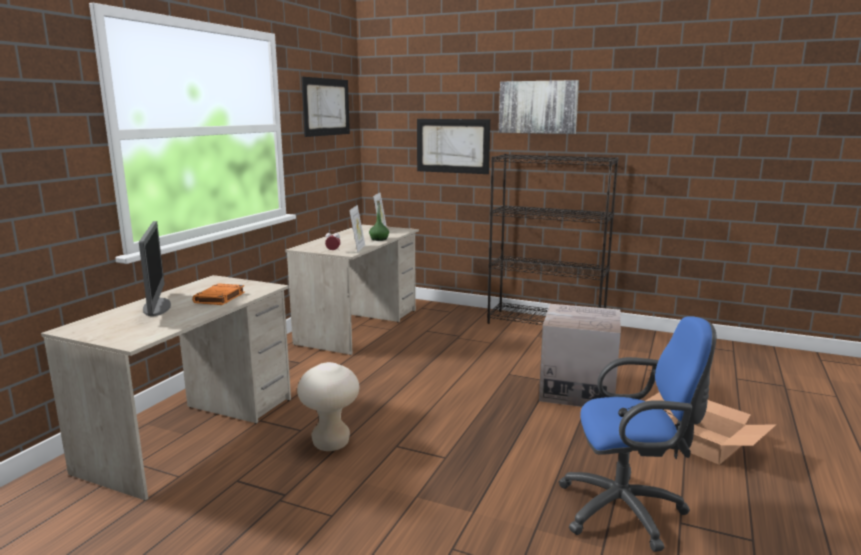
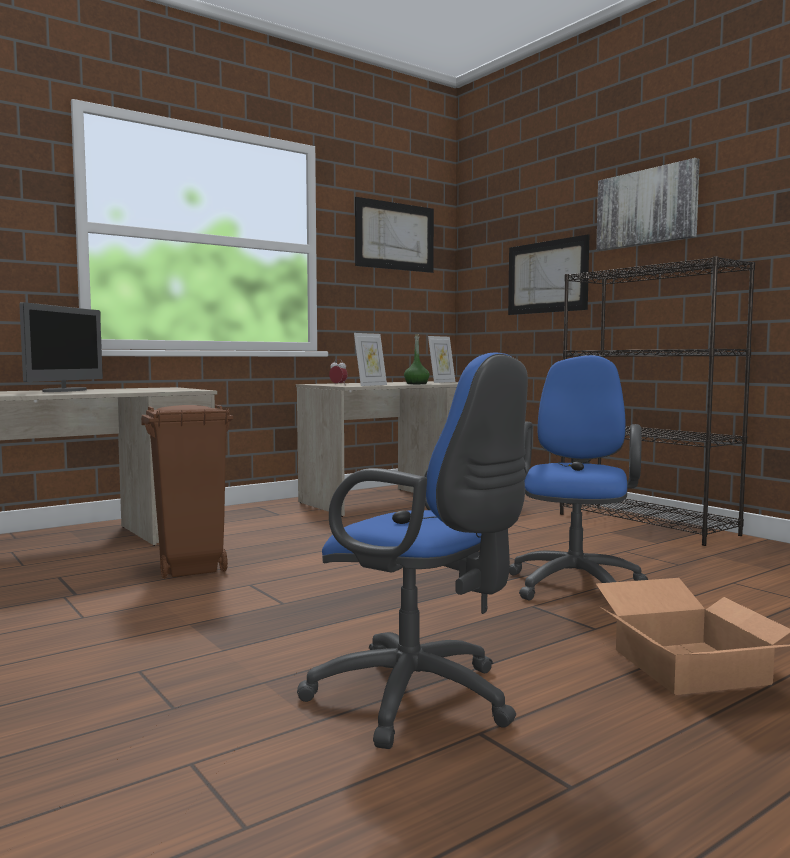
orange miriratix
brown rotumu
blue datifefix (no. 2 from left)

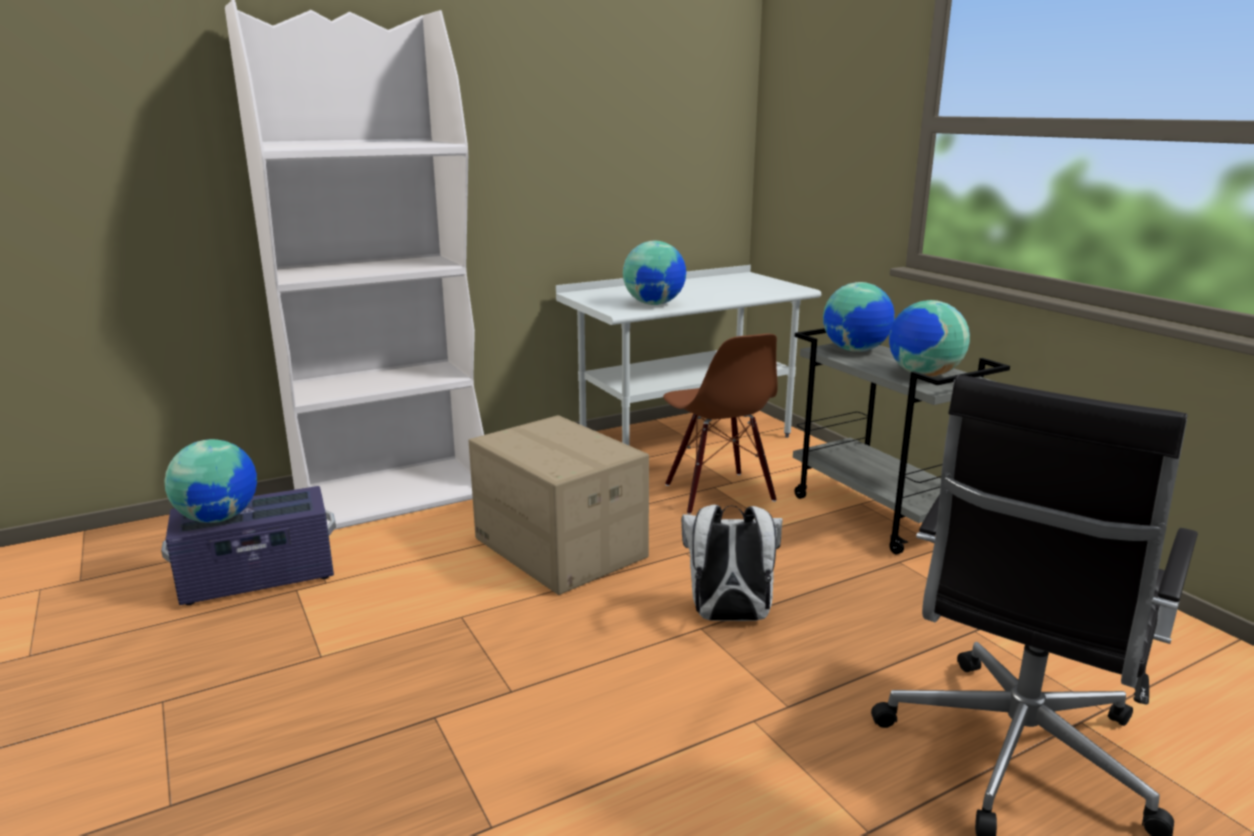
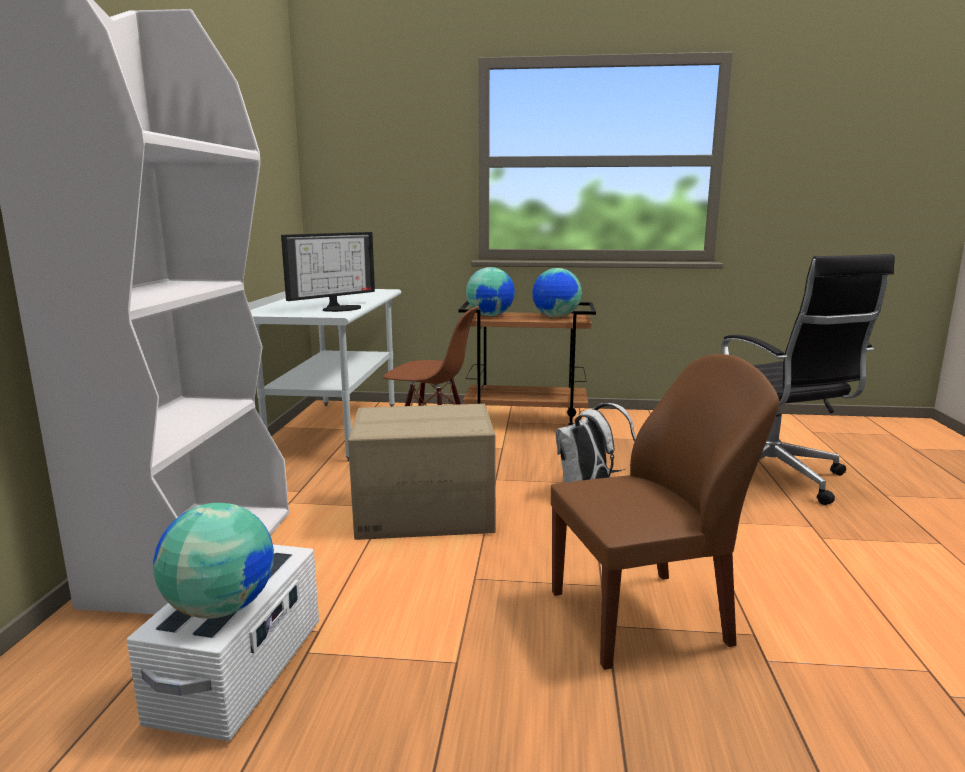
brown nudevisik (no. 2 from left)
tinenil
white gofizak
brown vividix

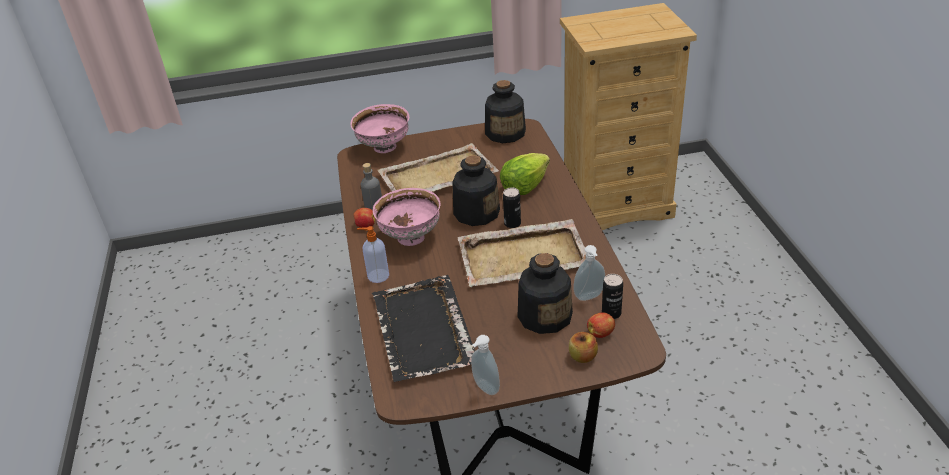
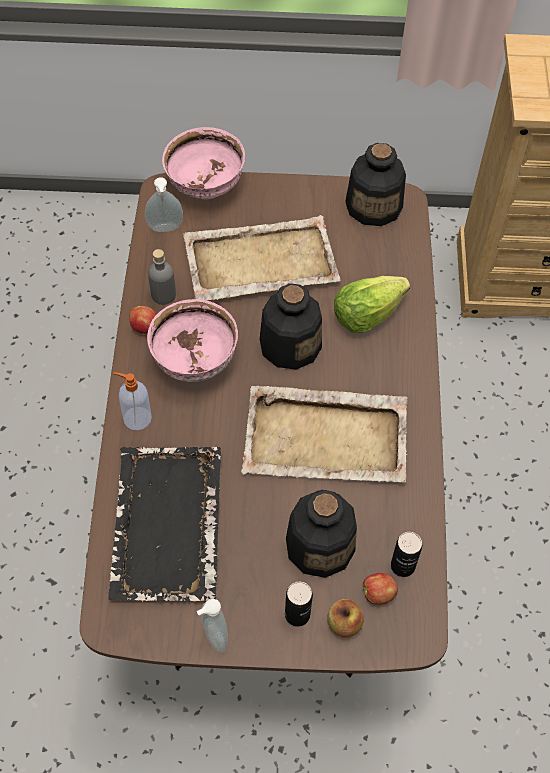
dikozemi (no. 1 from left)
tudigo (no. 2 from left)

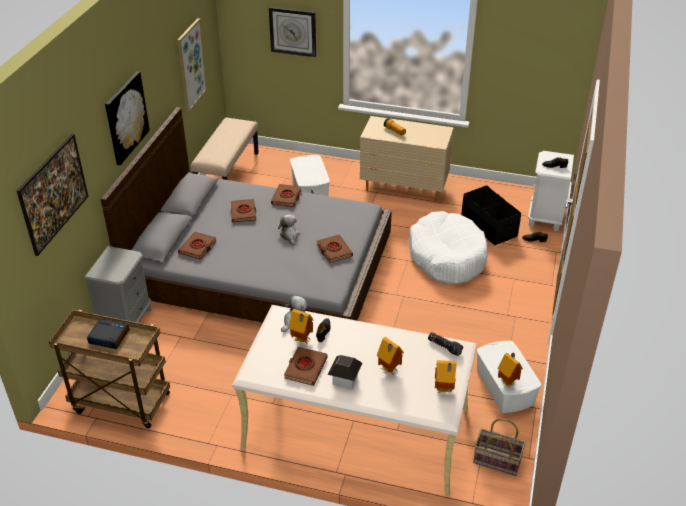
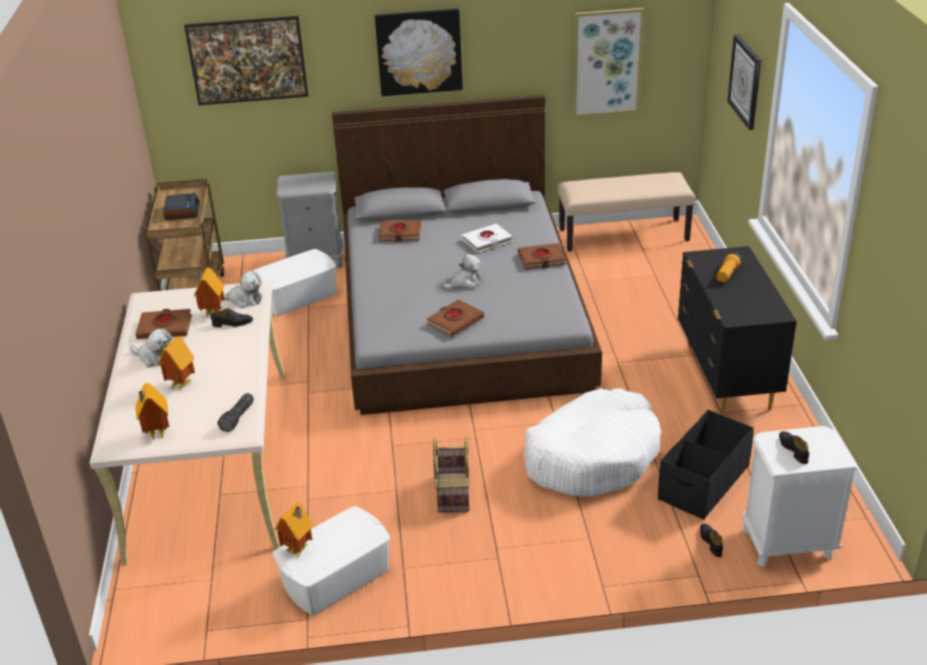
white gofizak (no. 1 from left)
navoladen
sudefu (no. 1 from left)
white miriratix
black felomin

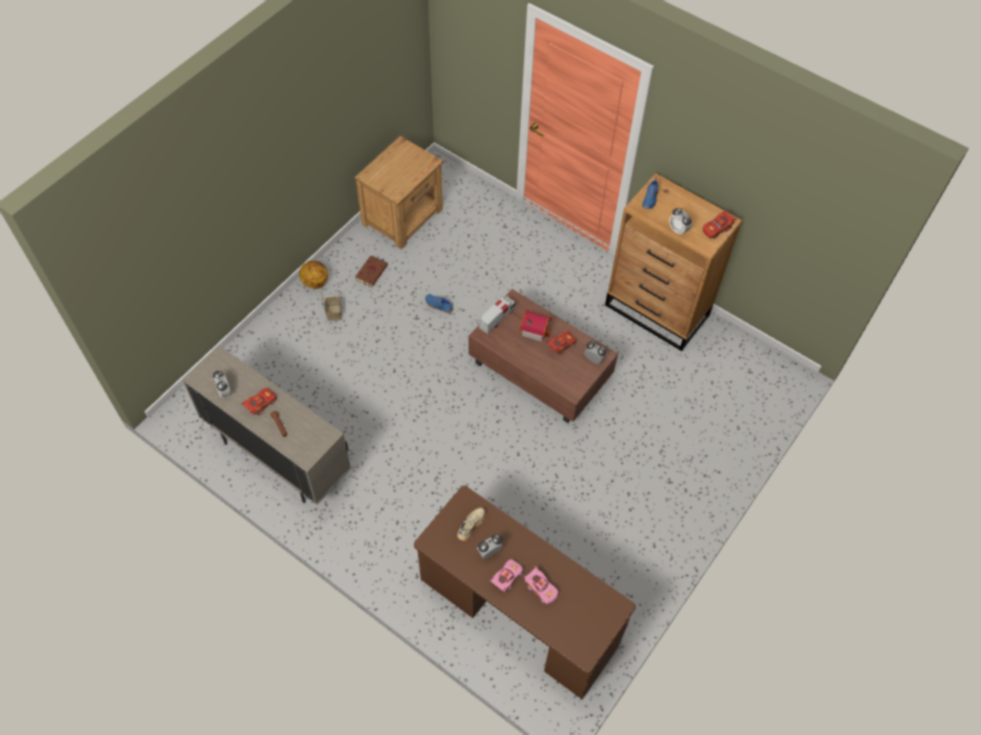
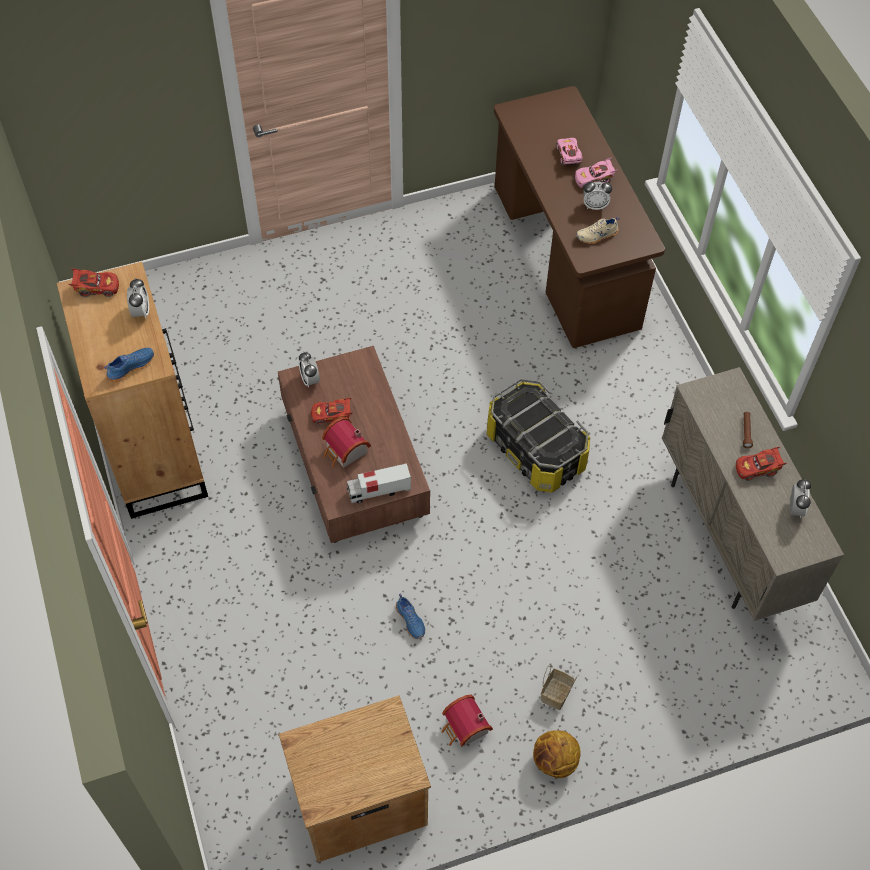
gofizak
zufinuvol (no. 2 from left)

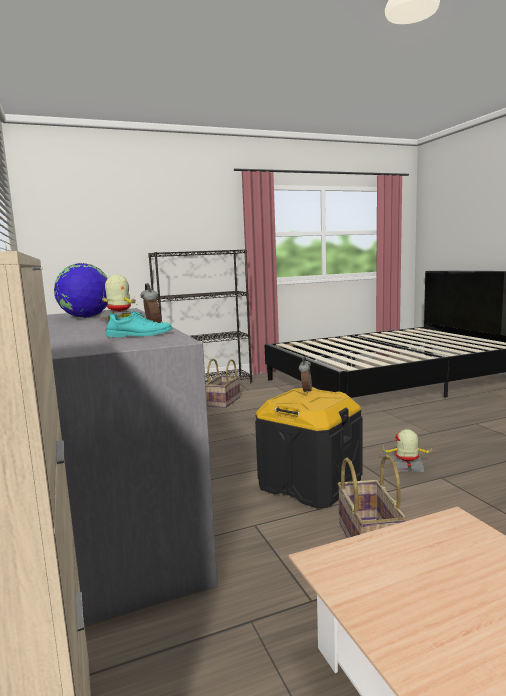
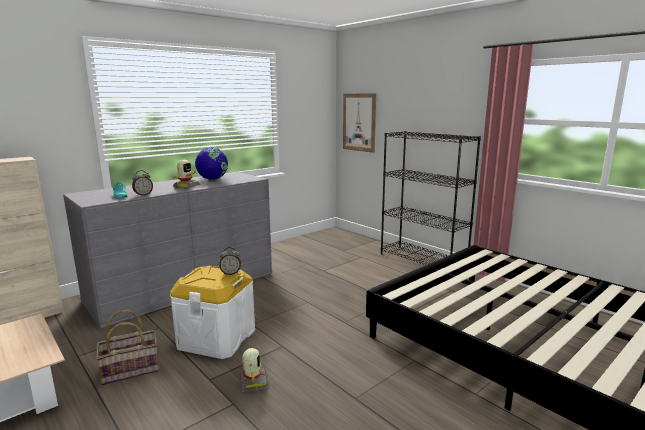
navoladen (no. 1 from left in the first image)
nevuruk
white gofizak

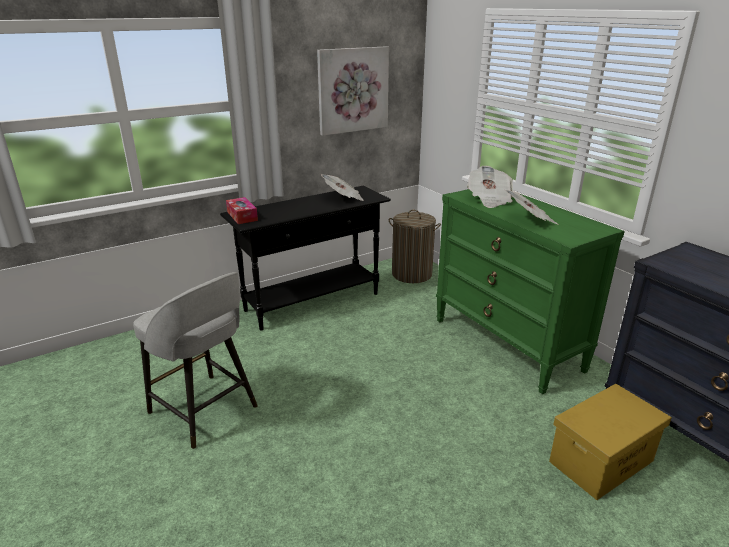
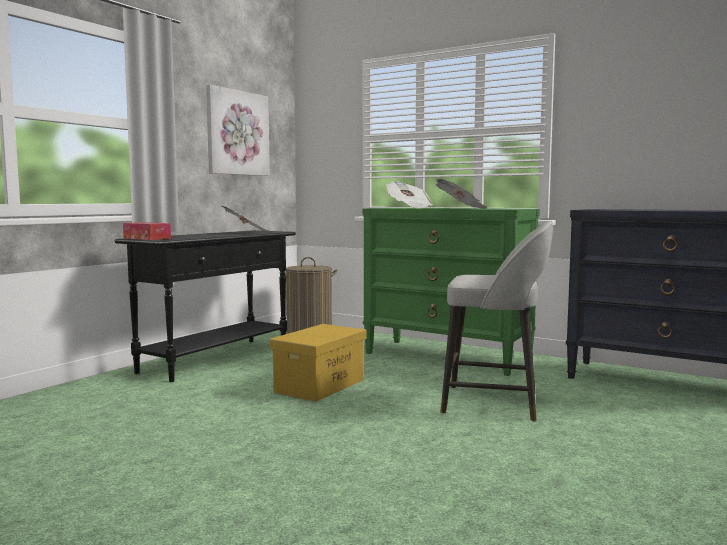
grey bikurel
yellow gofizak

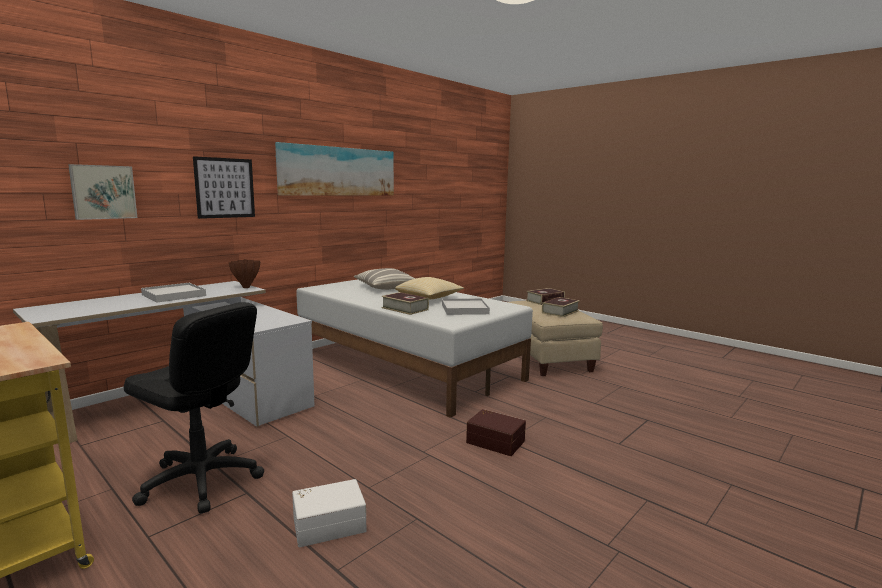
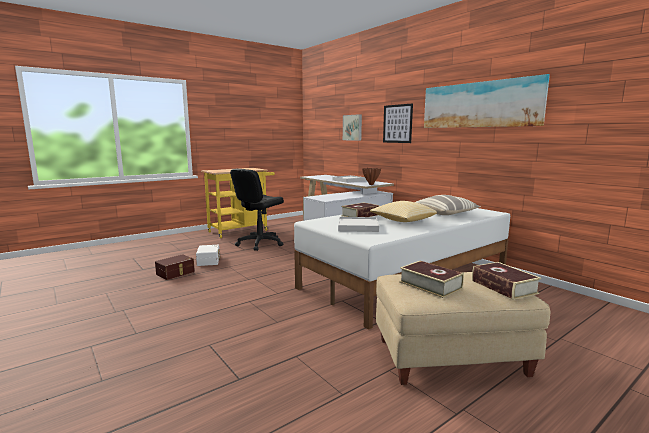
brown gofizak

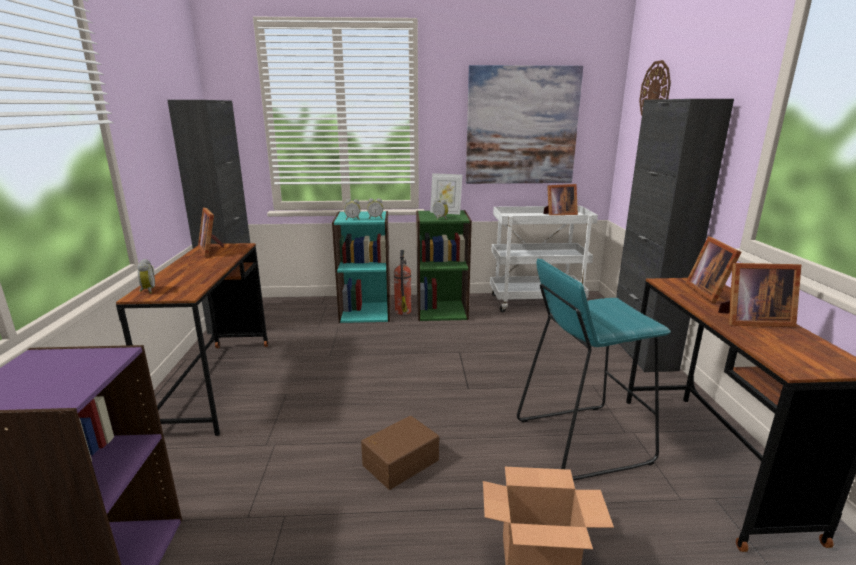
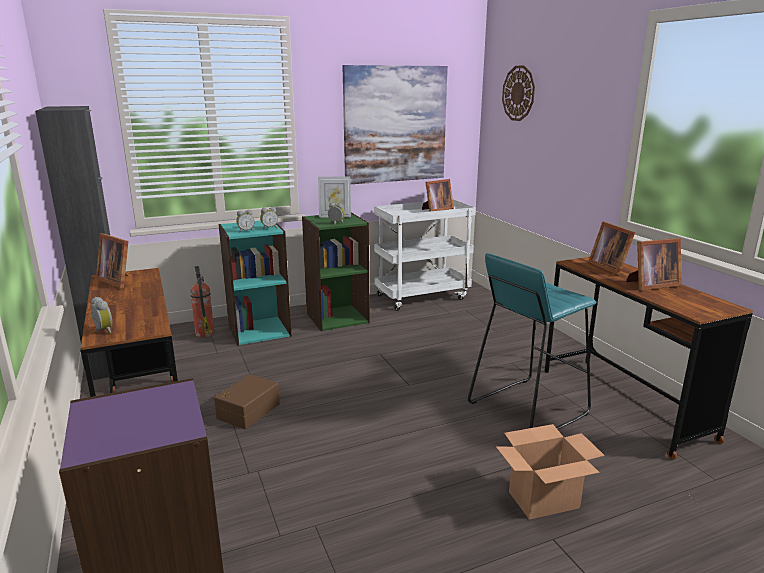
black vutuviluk (no. 2 from left in the first image)
brown gofizak
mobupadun

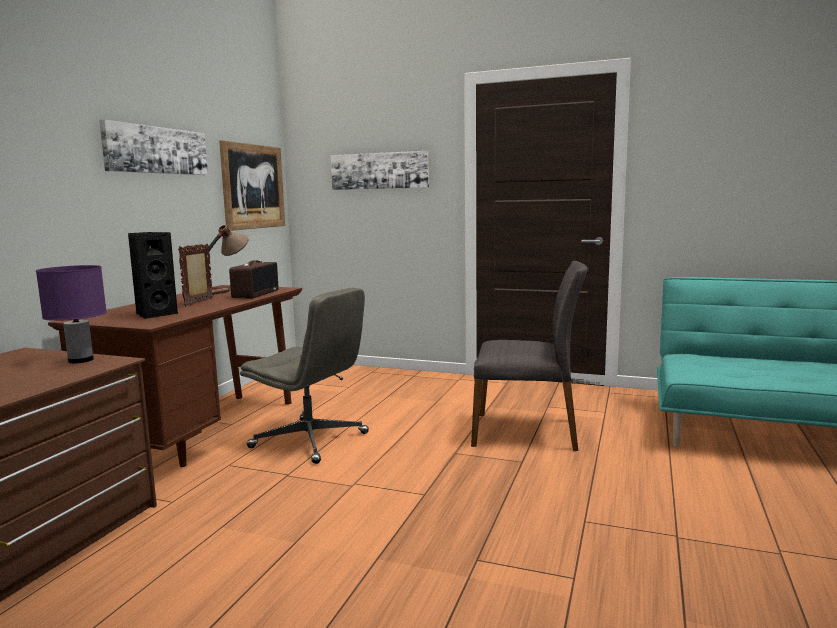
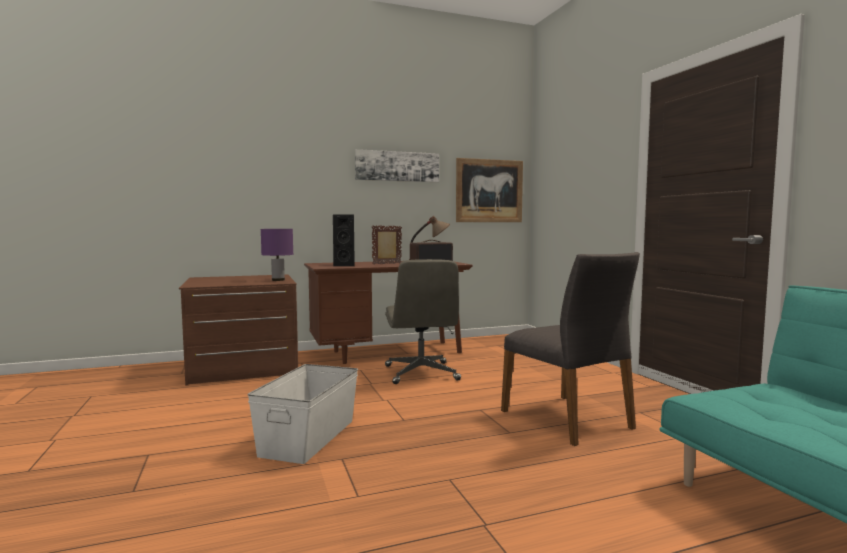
nevuruk (no. 3 from left in the first image)
white gofizak

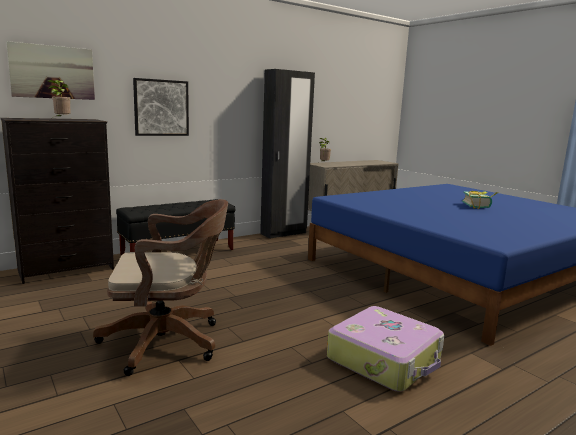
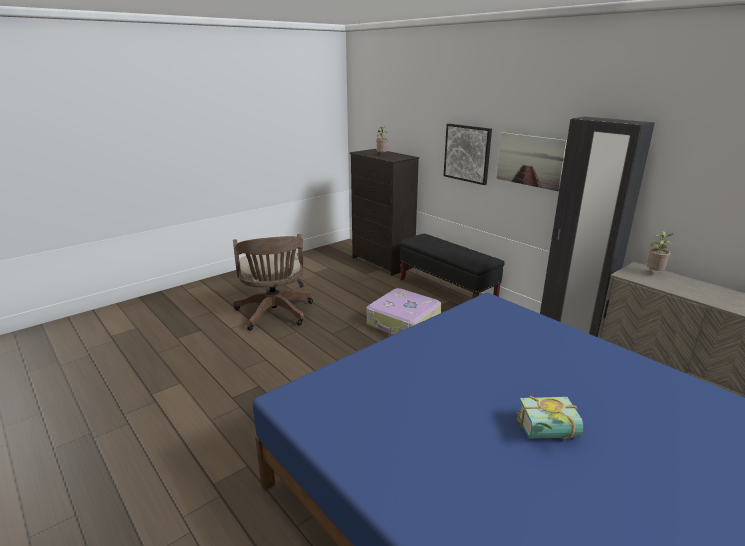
nevuruk (no. 2 from left)
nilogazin

